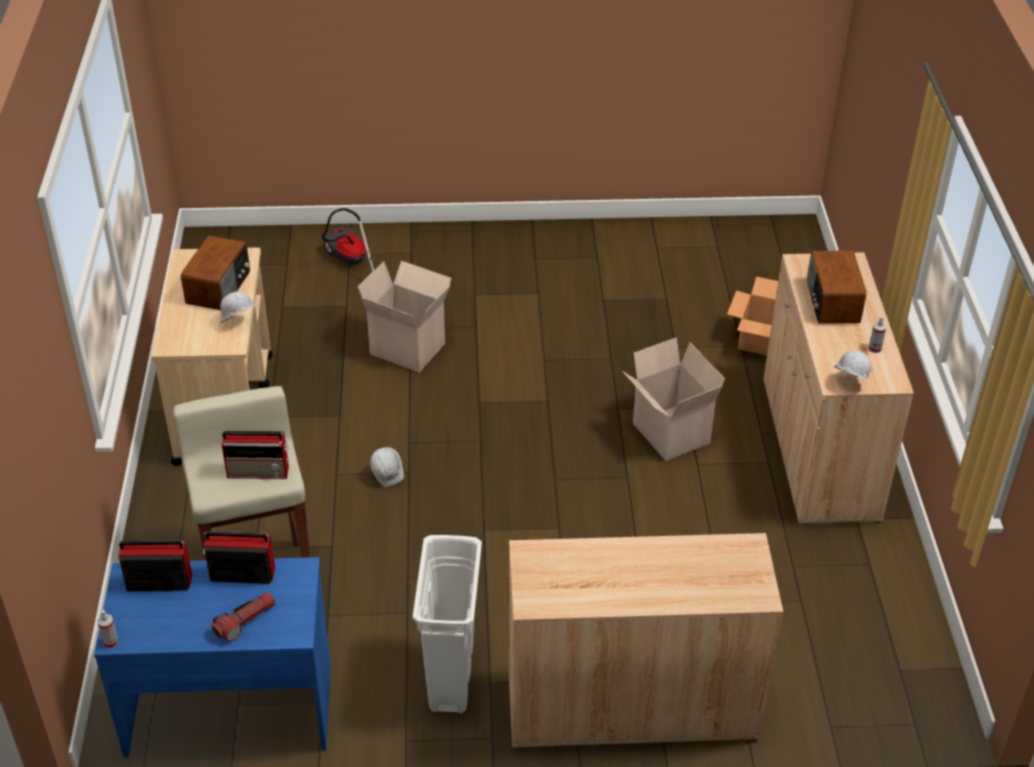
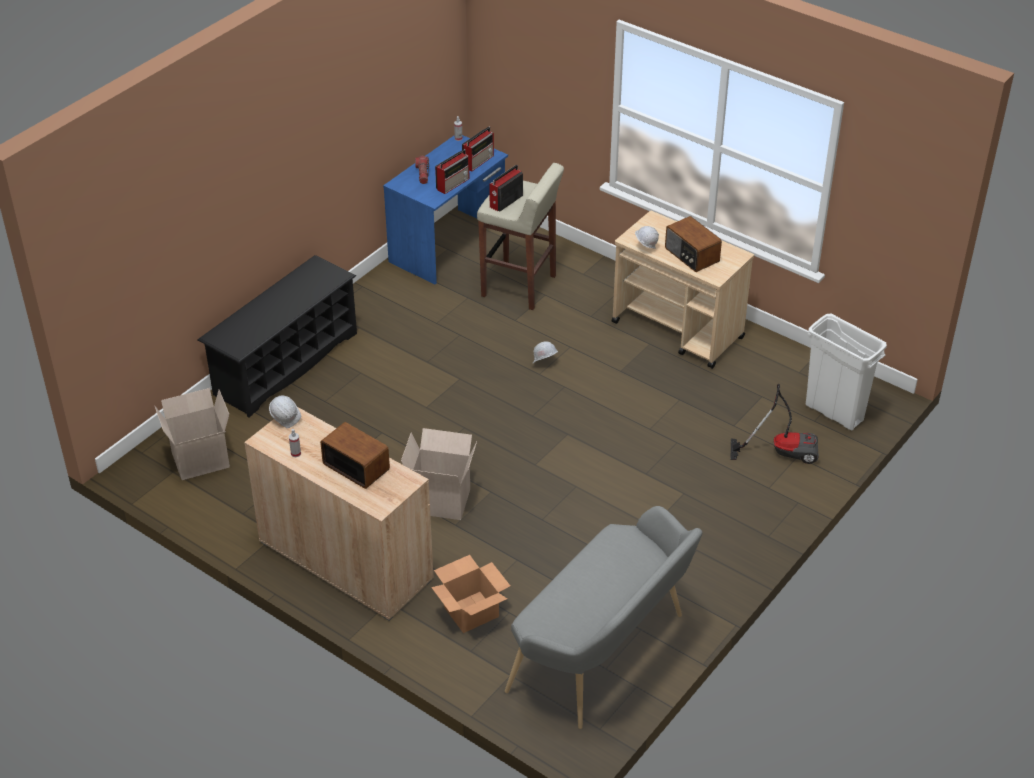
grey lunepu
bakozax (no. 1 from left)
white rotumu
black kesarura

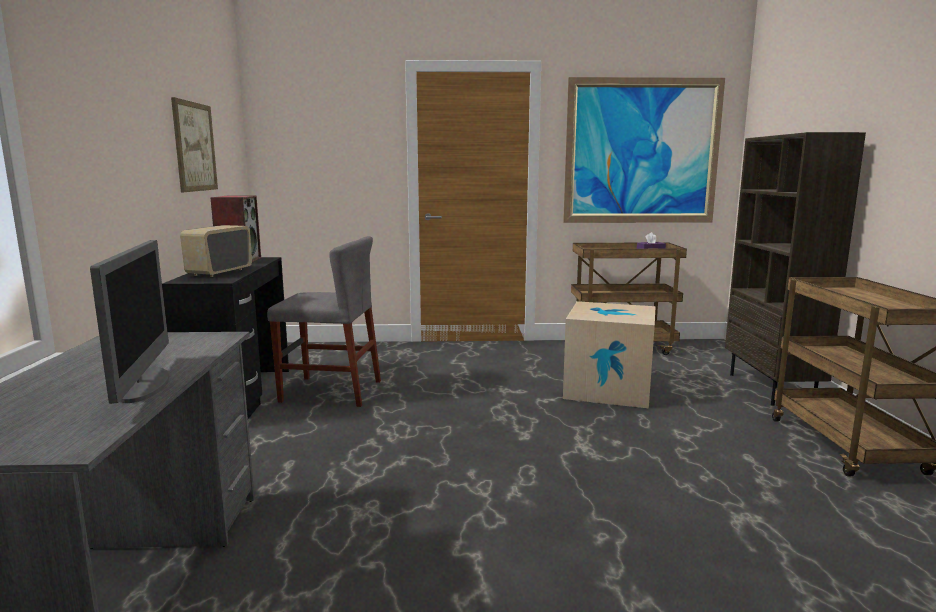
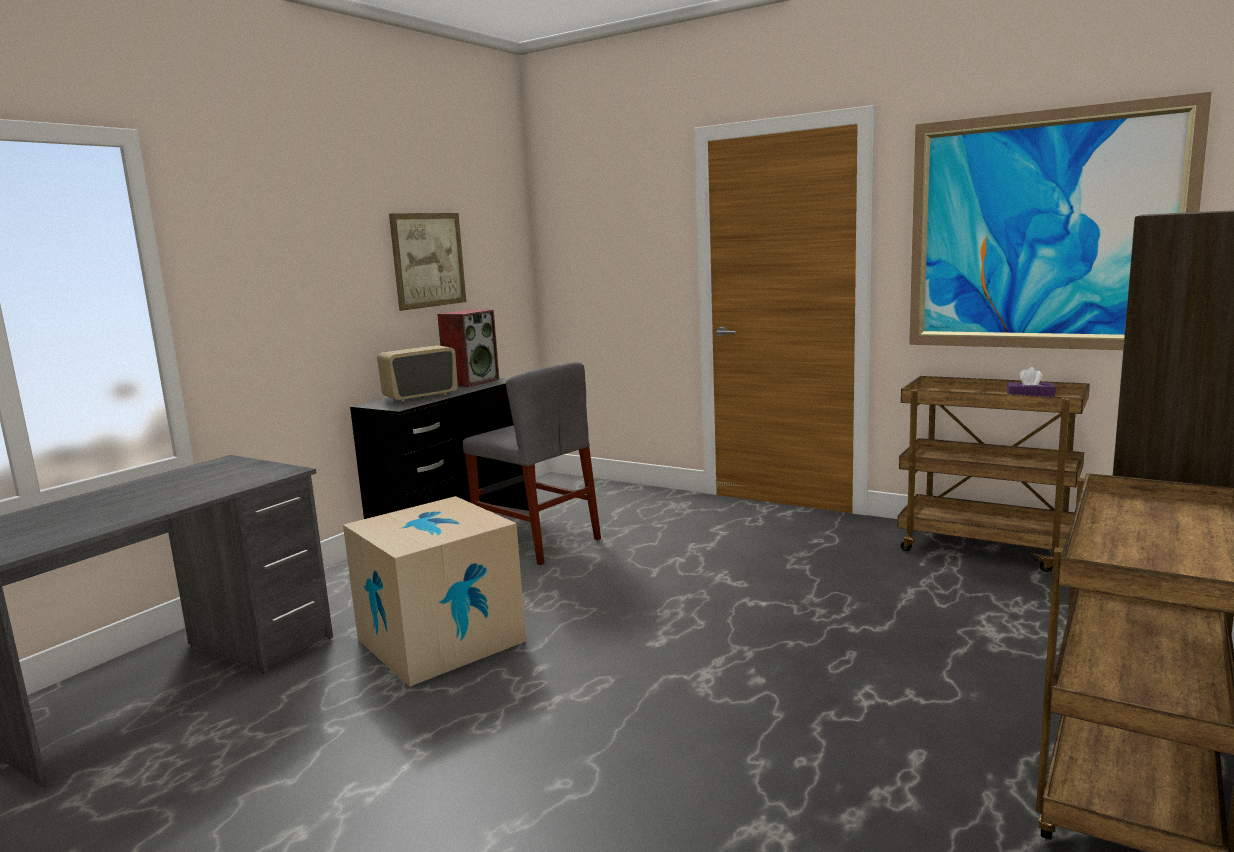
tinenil
bakozax

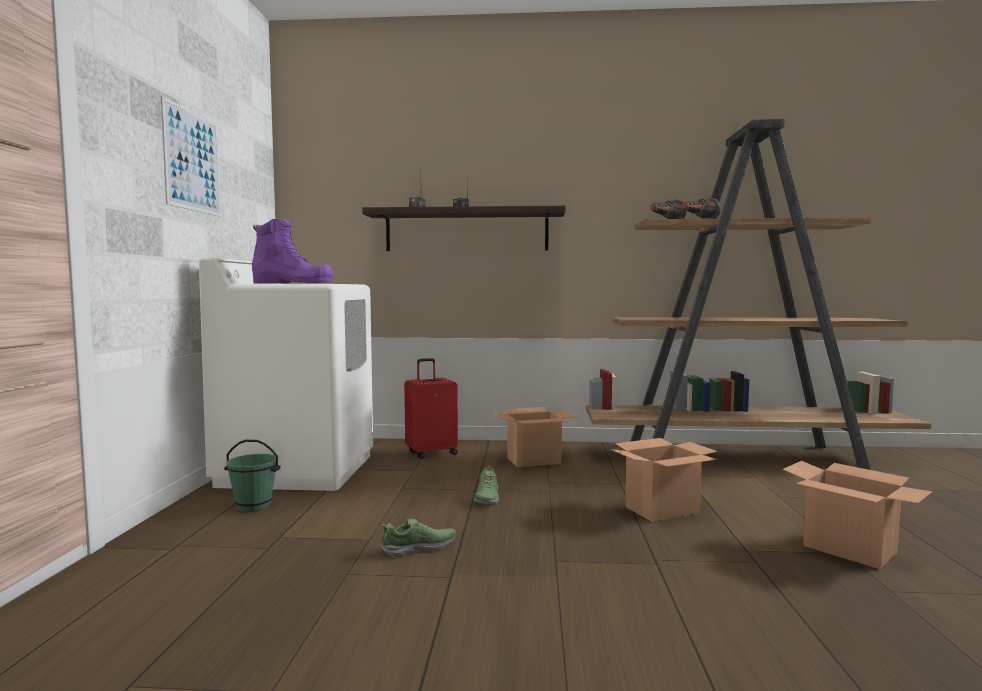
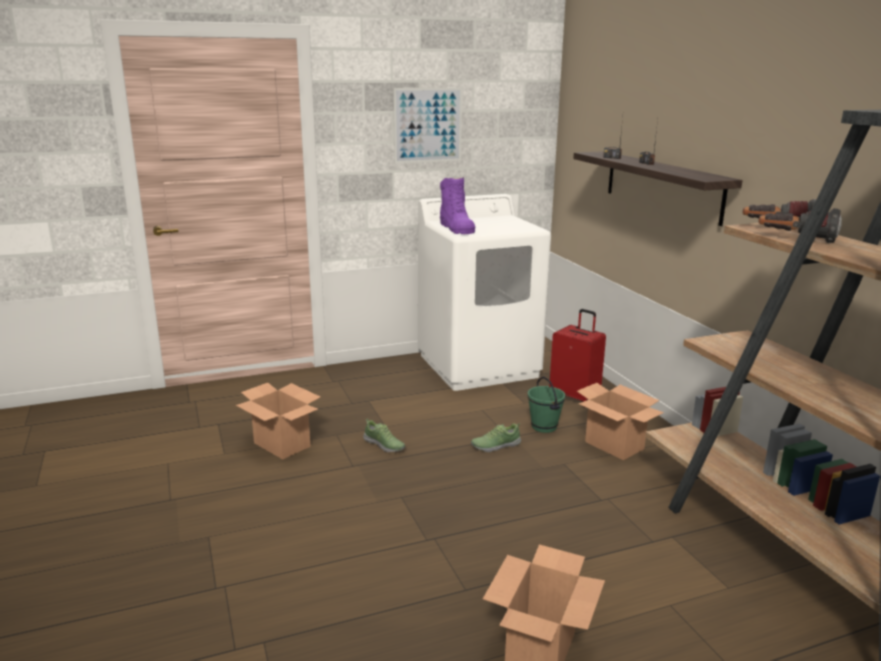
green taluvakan
bakozax (no. 1 from left)

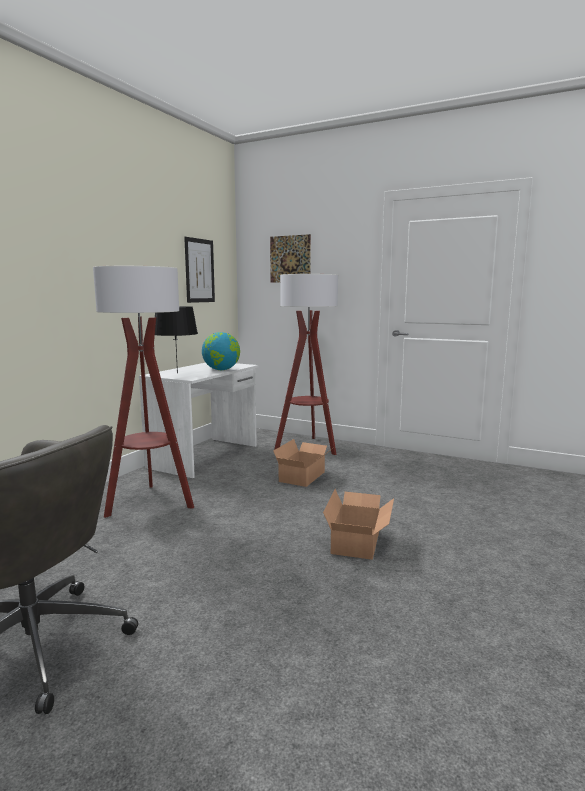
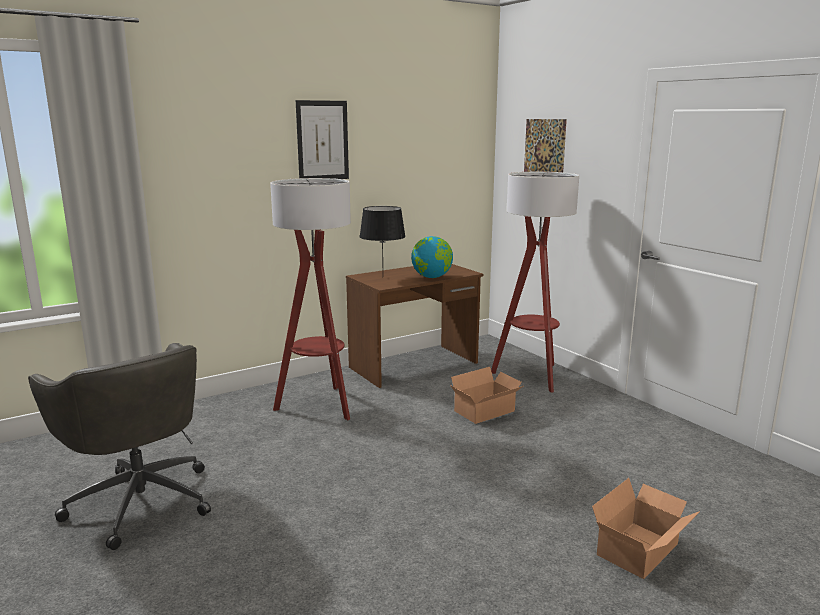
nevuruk (no. 1 from left)
bakozax (no. 2 from left)
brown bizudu

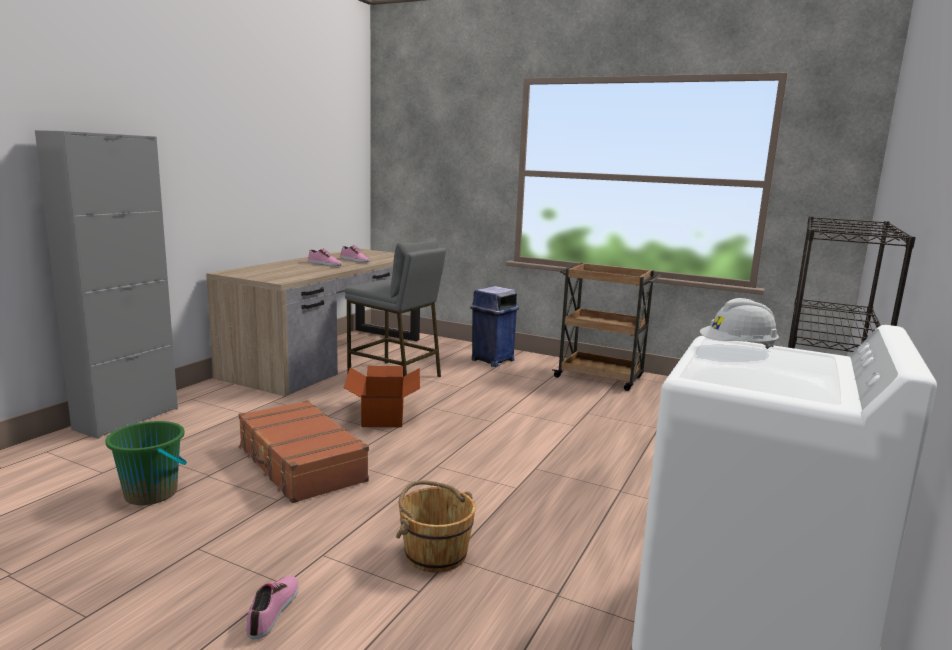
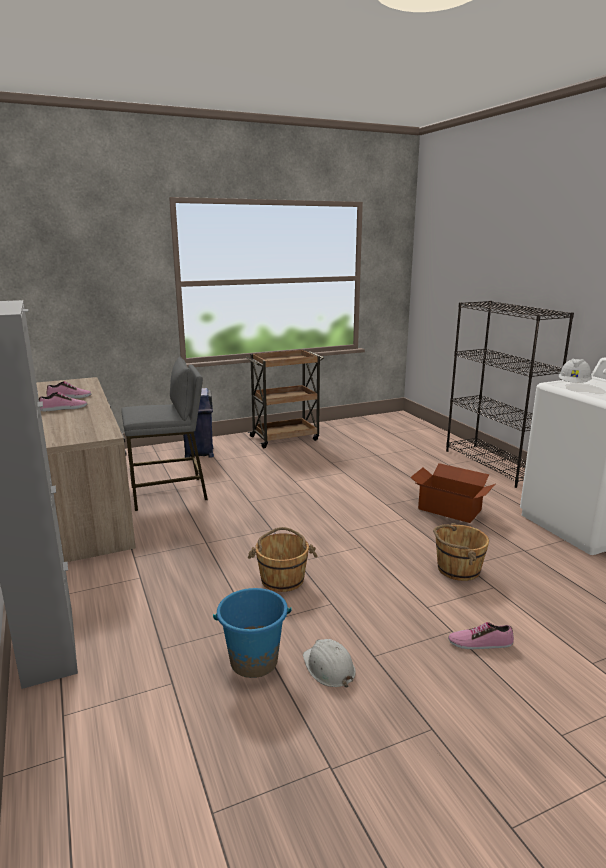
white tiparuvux (no. 1 from left)
bakozax
brown taluvakan (no. 1 from left)
blue taluvakan
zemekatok (no. 3 from left)

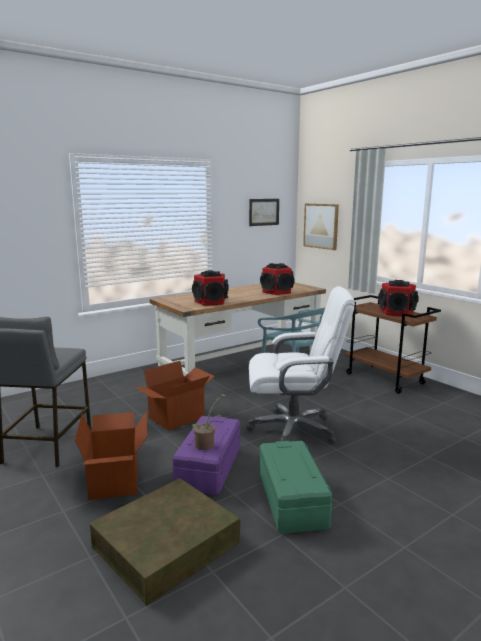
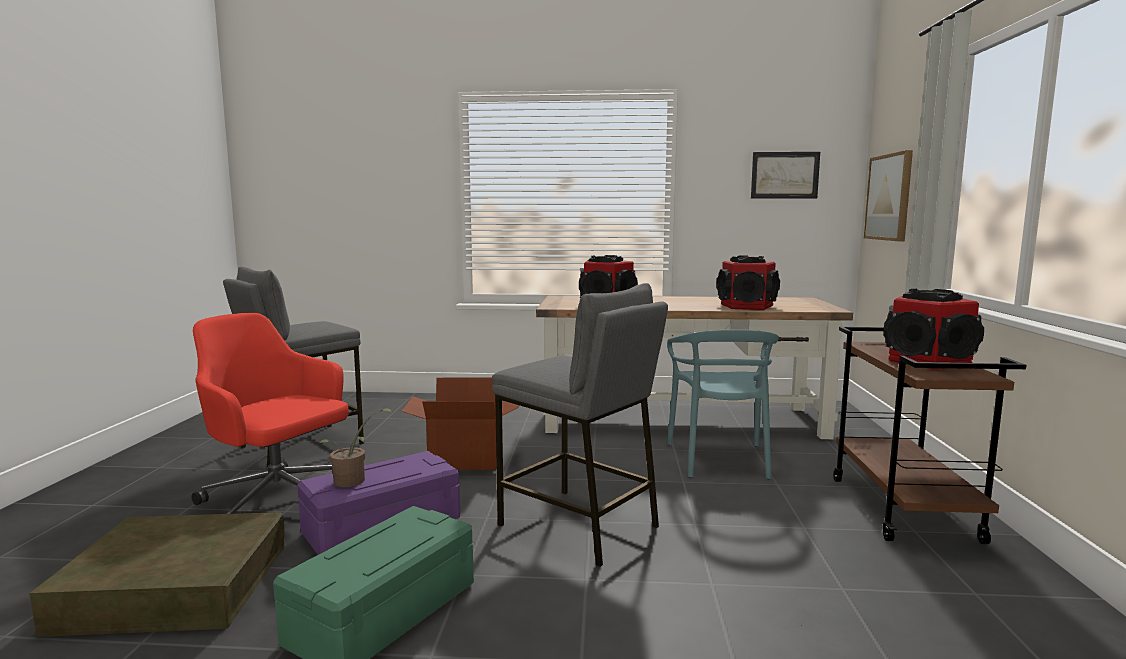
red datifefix
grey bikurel (no. 2 from left)

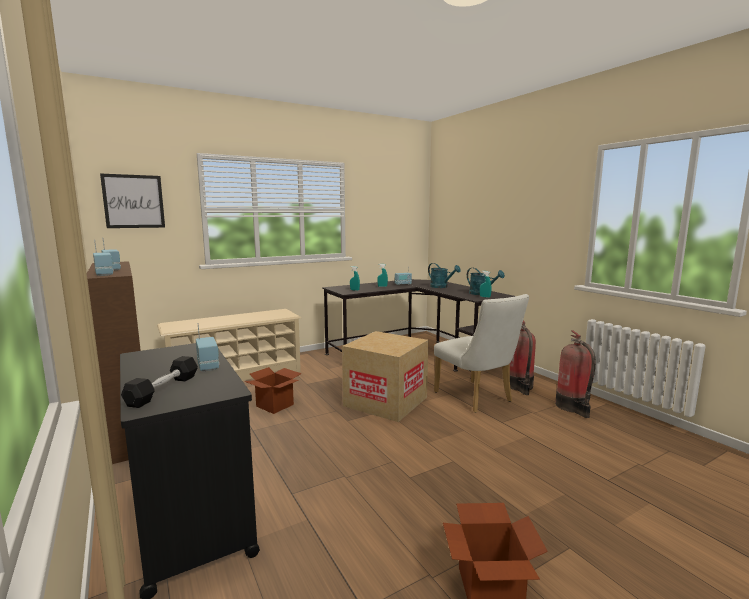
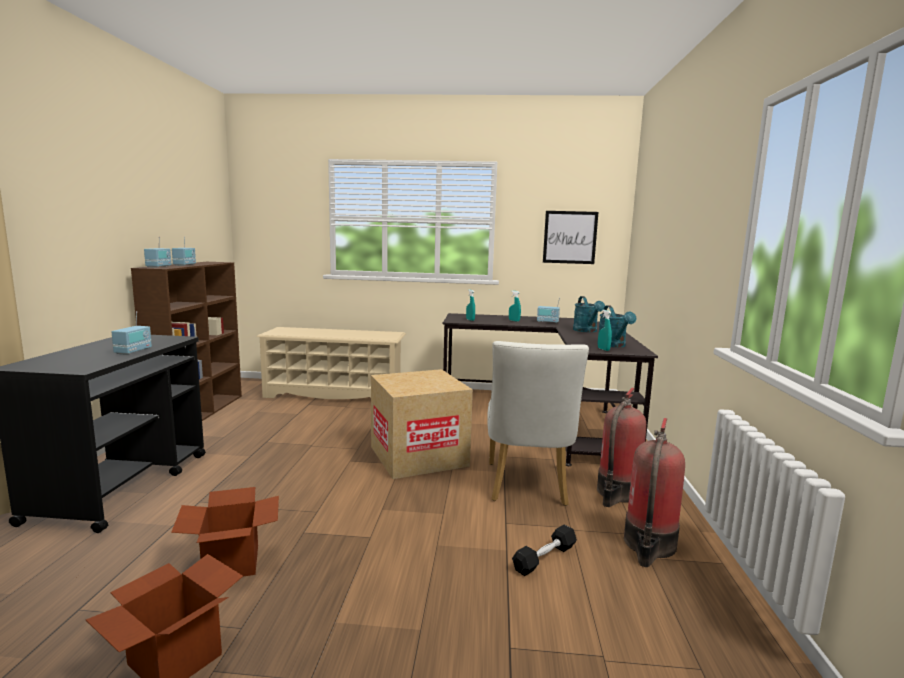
nevuruk
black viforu
bakozax (no. 2 from left)

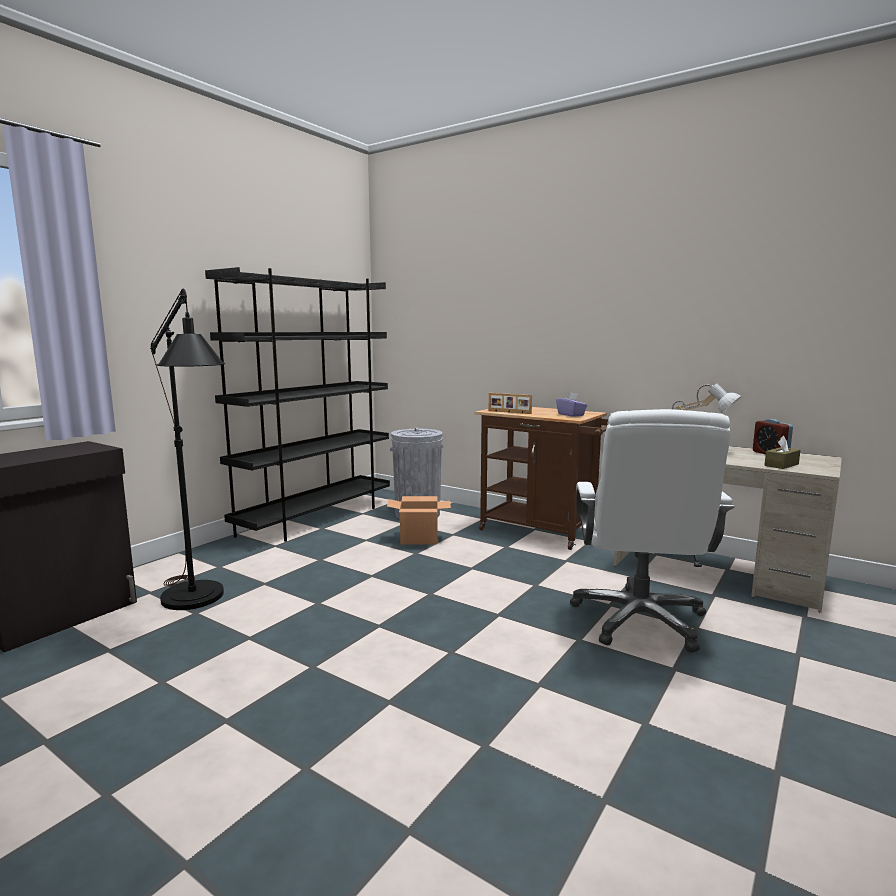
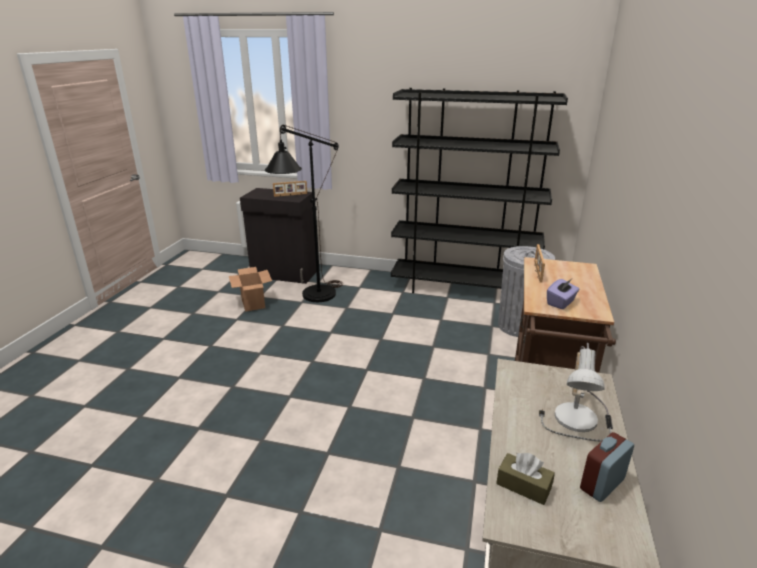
white datifefix
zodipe (no. 1 from left)
bakozax

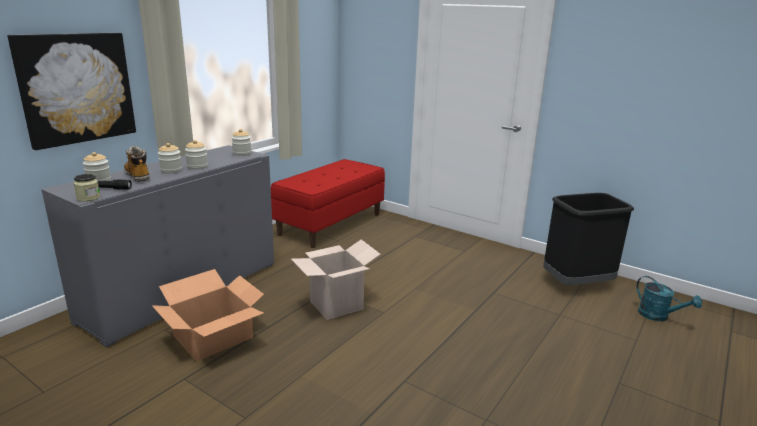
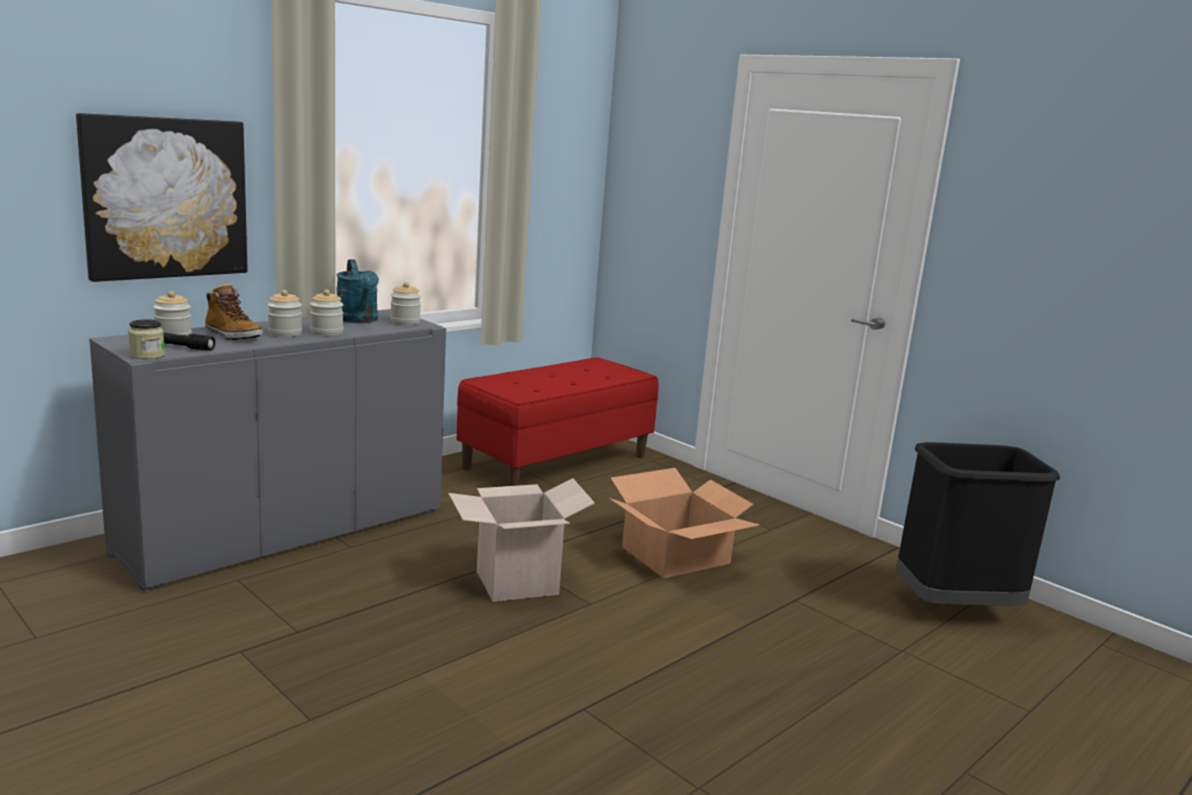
bakozax (no. 2 from left)
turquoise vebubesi
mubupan

